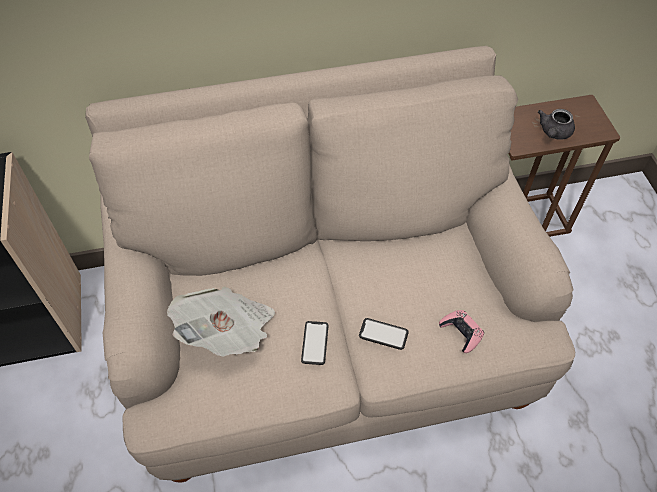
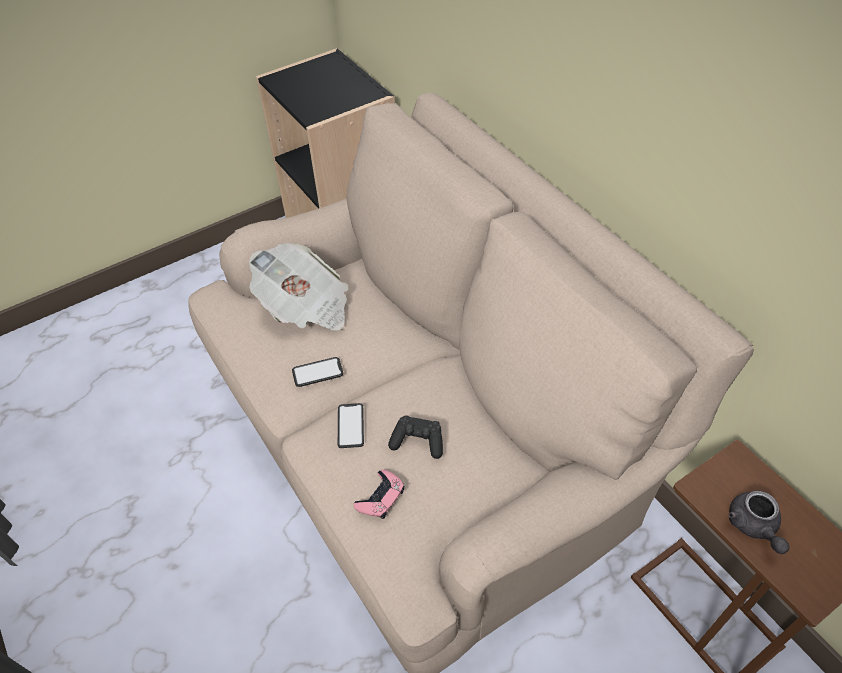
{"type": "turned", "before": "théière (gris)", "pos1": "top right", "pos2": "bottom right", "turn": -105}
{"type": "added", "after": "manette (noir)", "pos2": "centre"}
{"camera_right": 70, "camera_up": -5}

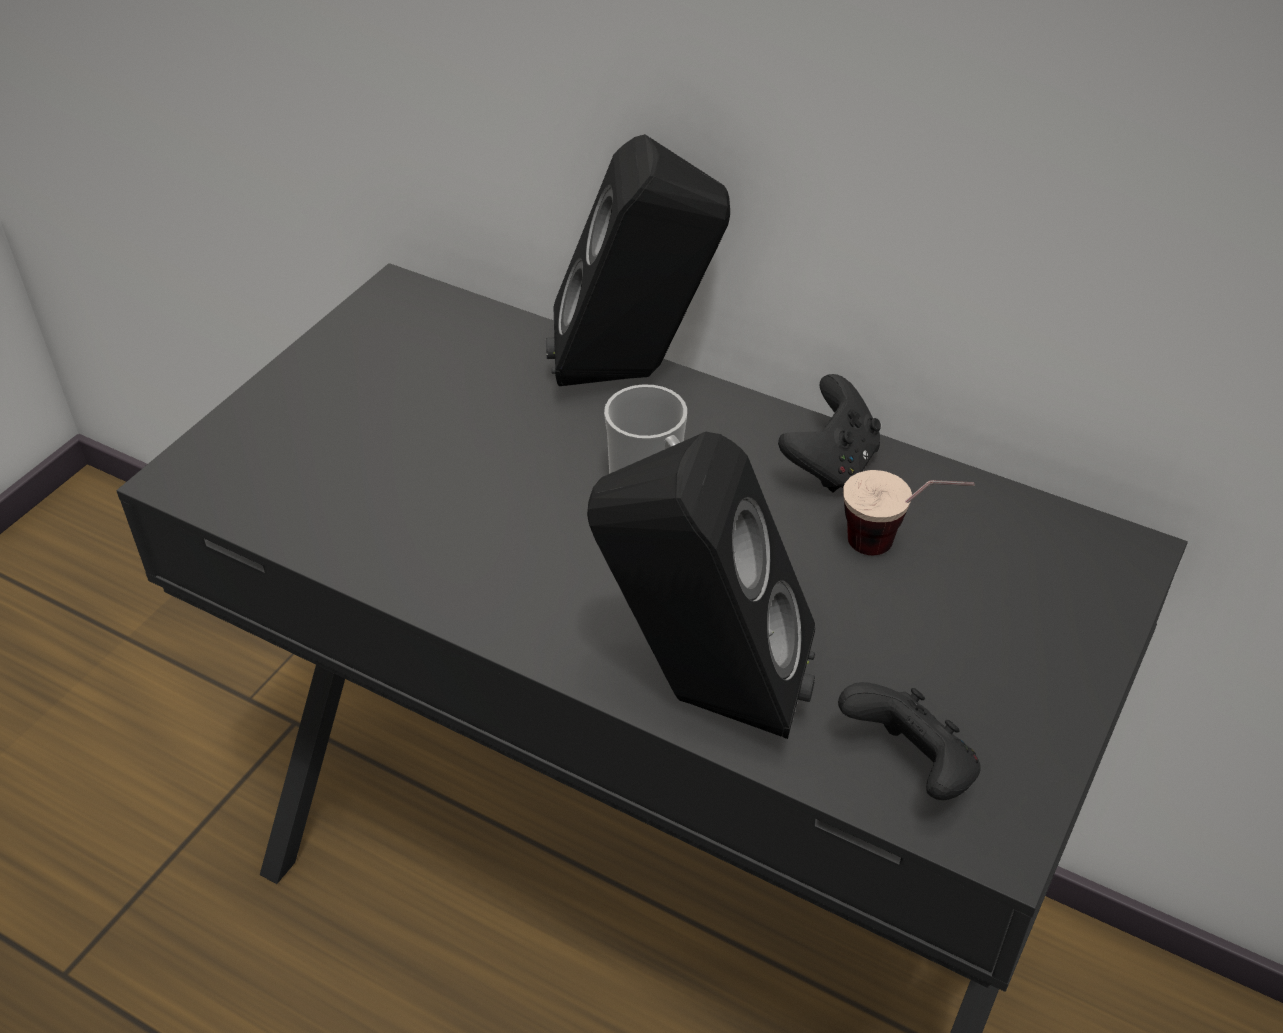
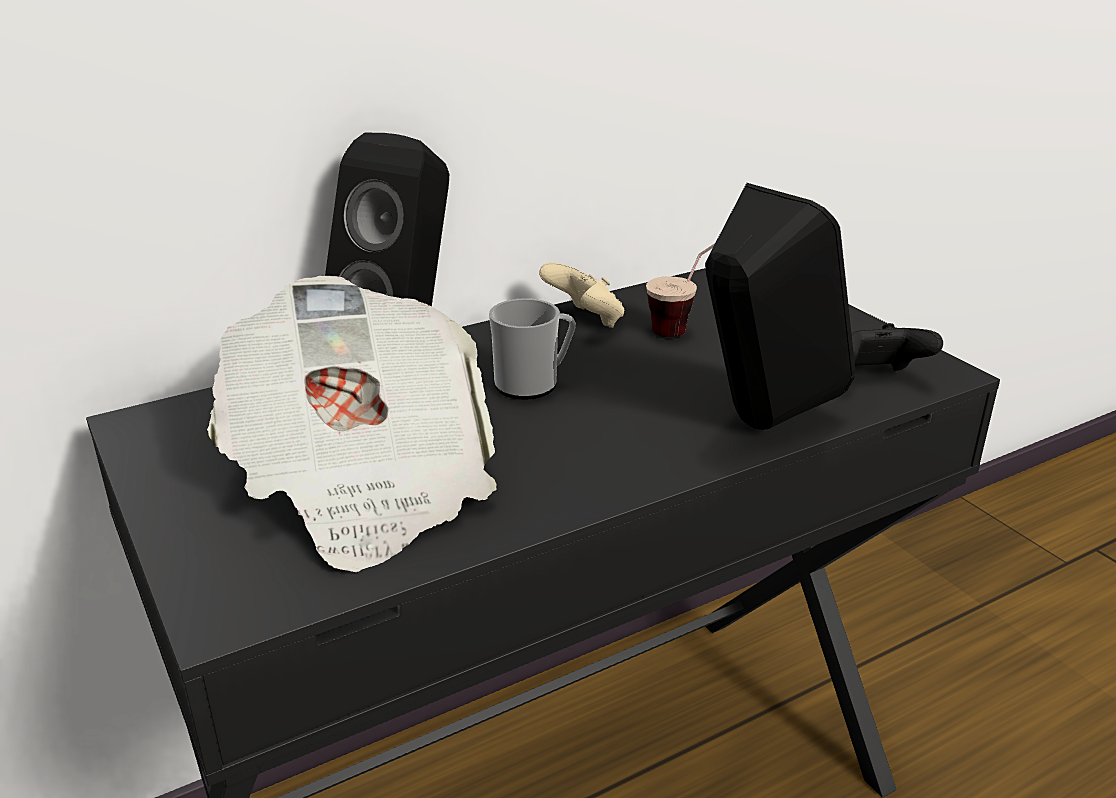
{"type": "recoloured", "before": "manette (noir) (1st from left)", "after": "manette (beige)", "pos1": "centre", "pos2": "centre"}
{"type": "added", "after": "journal", "pos2": "middle left"}
{"camera_right": -60, "camera_up": -15}

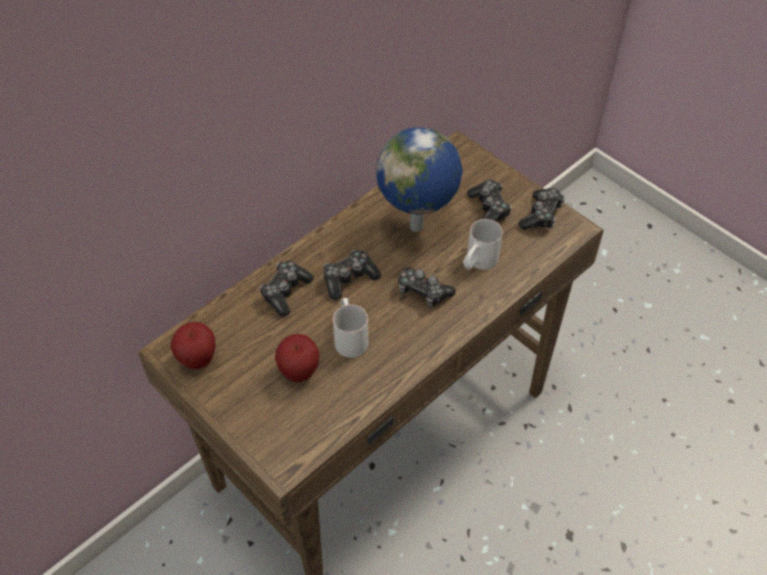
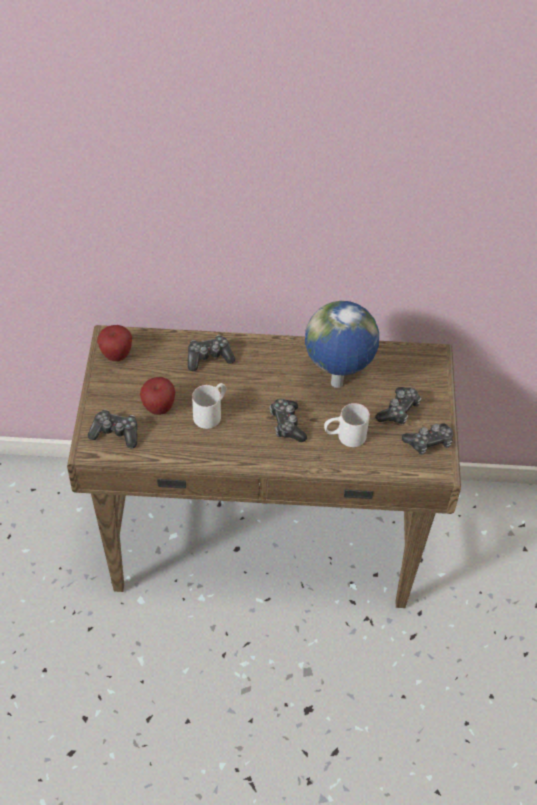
{"type": "moved", "before": "manette (2nd from left in the first image)", "after": "manette (1st from left)", "pos1": "centre", "pos2": "middle left"}
{"camera_right": 45, "camera_up": 0}

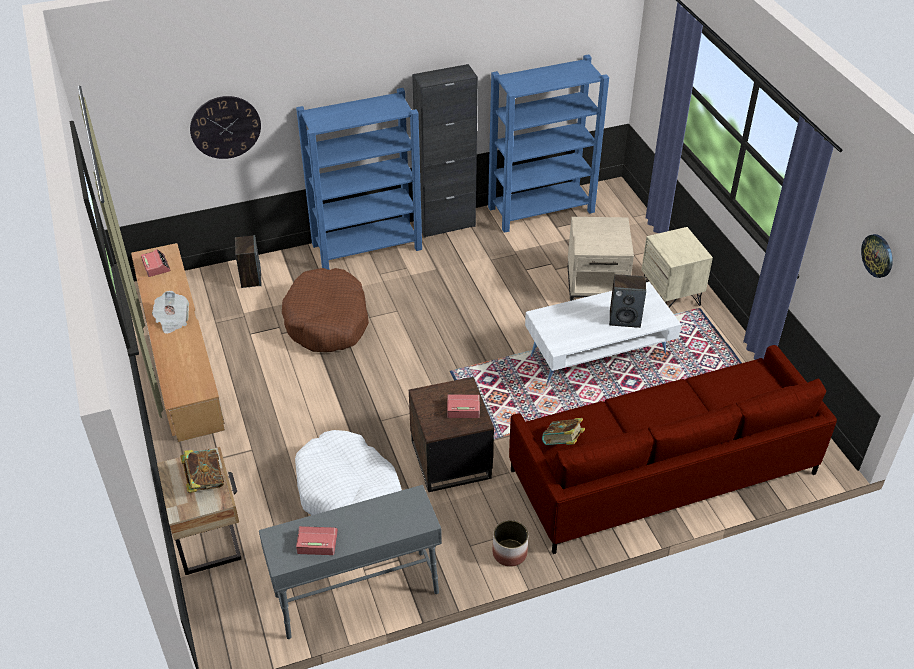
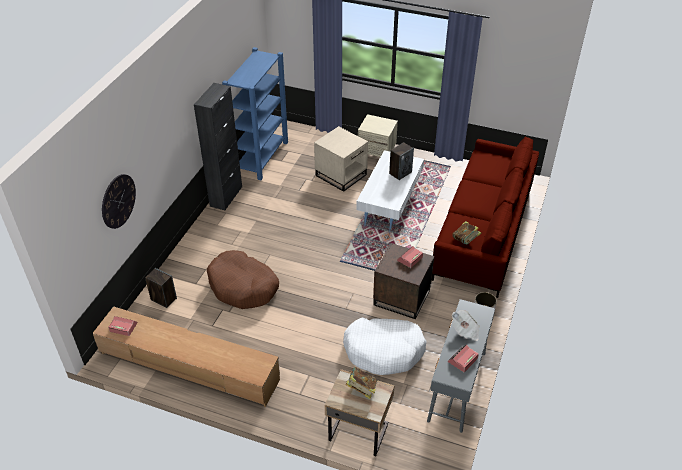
{"type": "removed", "before": "bibliothèque (bleu) (1st from left)", "pos1": "top centre"}
{"type": "removed", "before": "horloge murale (2nd from left)", "pos1": "middle right"}
{"type": "moved", "before": "journal", "pos1": "middle left", "pos2": "bottom right"}
{"camera_right": -50, "camera_up": 0}

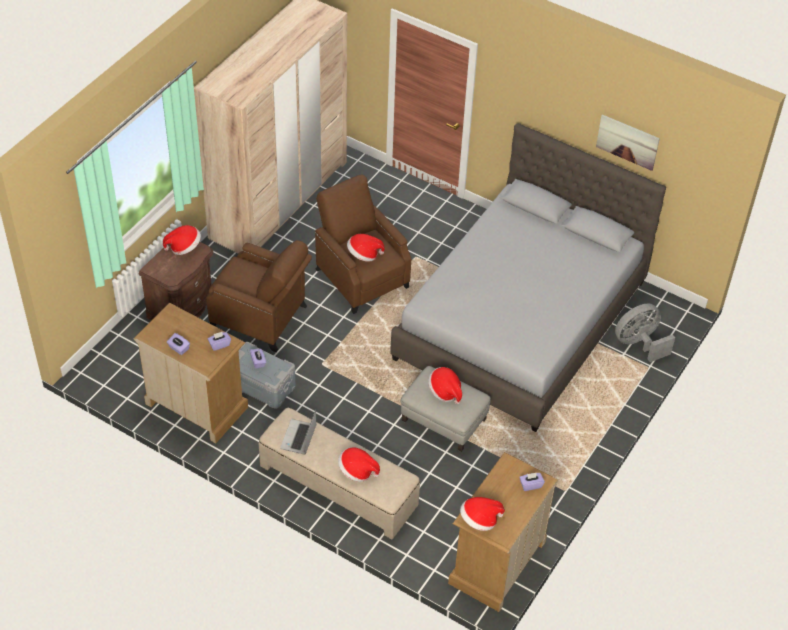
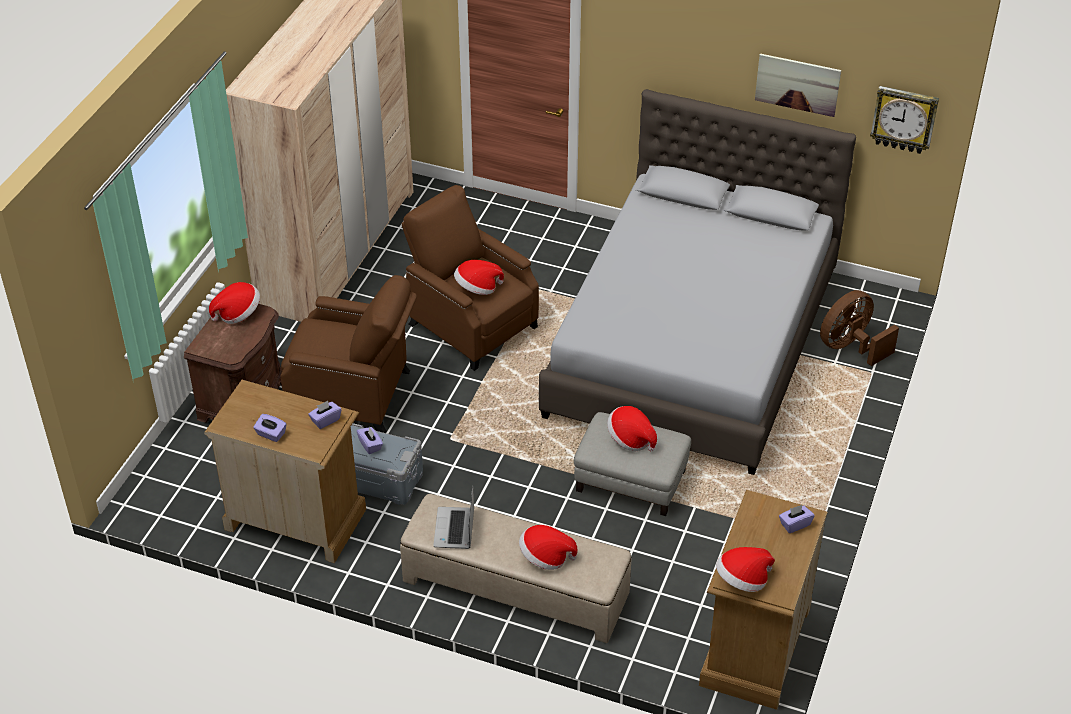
{"type": "recoloured", "before": "ventilateur (gris)", "after": "ventilateur (marron)", "pos1": "middle right", "pos2": "middle right"}
{"type": "added", "after": "horloge murale", "pos2": "top right"}
{"camera_right": -10, "camera_up": -5}

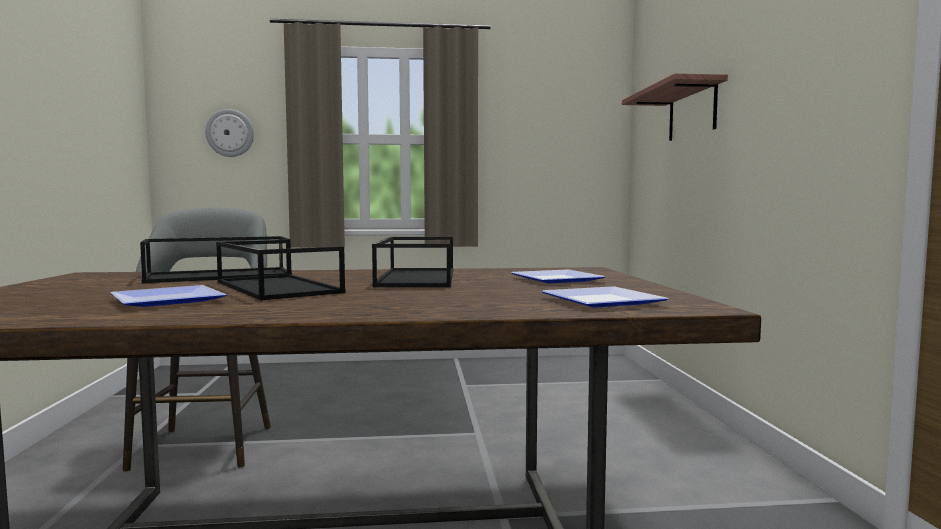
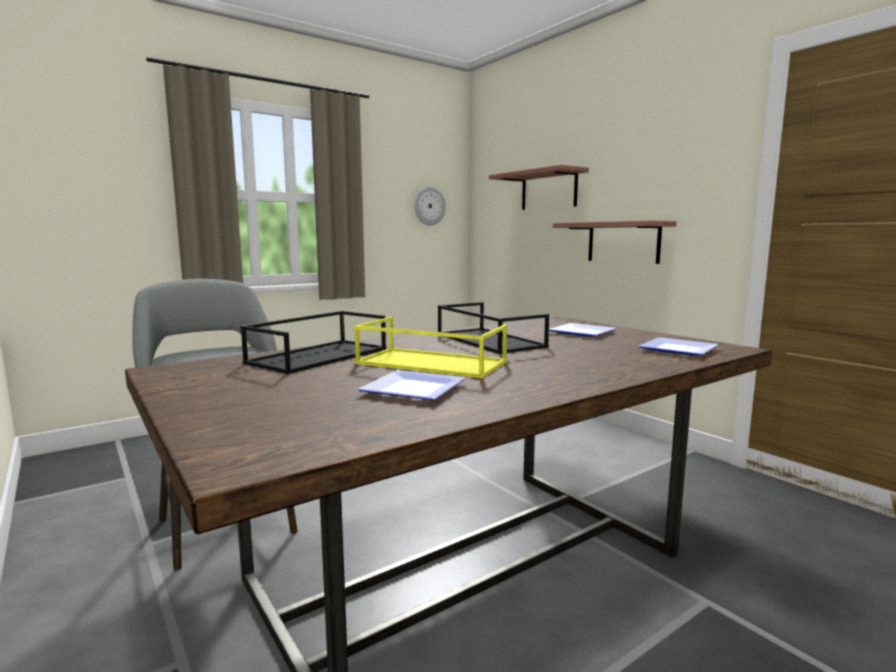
{"type": "moved", "before": "horloge murale", "pos1": "top left", "pos2": "top centre"}
{"type": "recoloured", "before": "plateau (noir) (2nd from left)", "after": "plateau (jaune)", "pos1": "middle left", "pos2": "centre"}
{"type": "added", "after": "étagère (2nd from left)", "pos2": "middle right"}
{"camera_right": -30, "camera_up": 5}

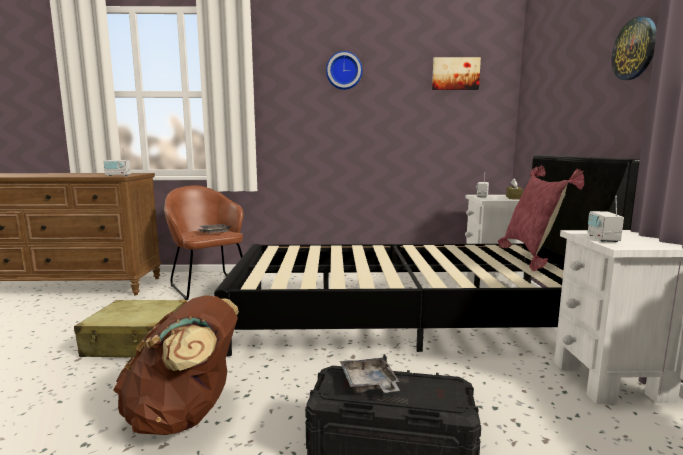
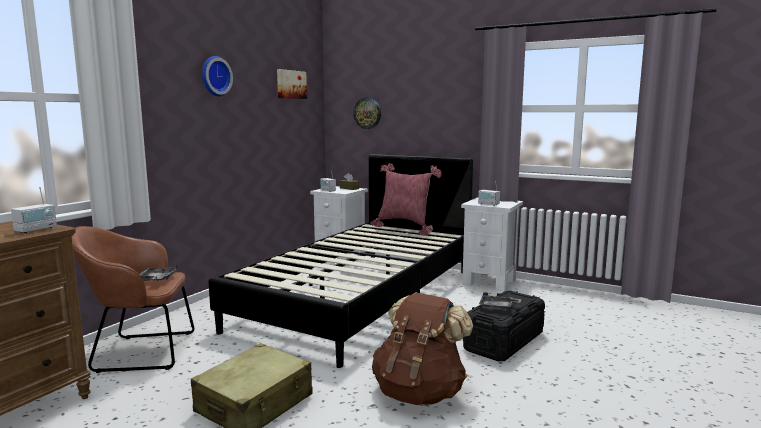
{"type": "moved", "before": "horloge murale (2nd from left)", "pos1": "top right", "pos2": "top centre"}
{"camera_right": -60, "camera_up": 0}

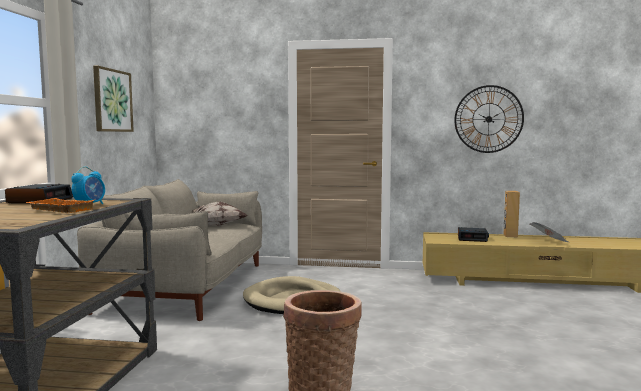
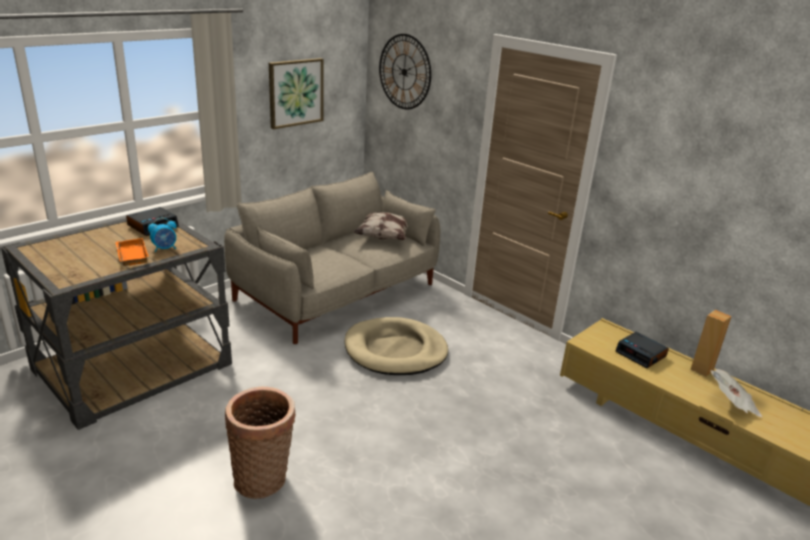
{"type": "moved", "before": "horloge murale", "pos1": "top right", "pos2": "top centre"}
{"camera_right": 35, "camera_up": 20}

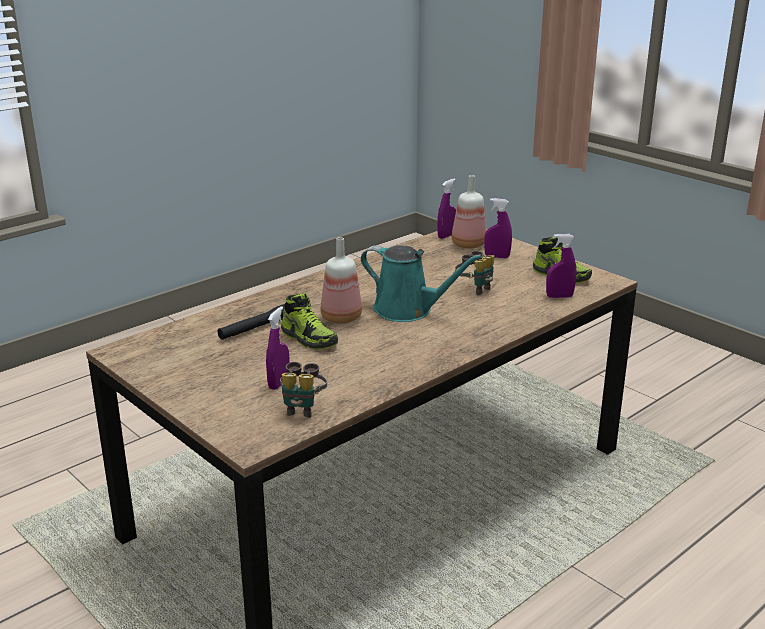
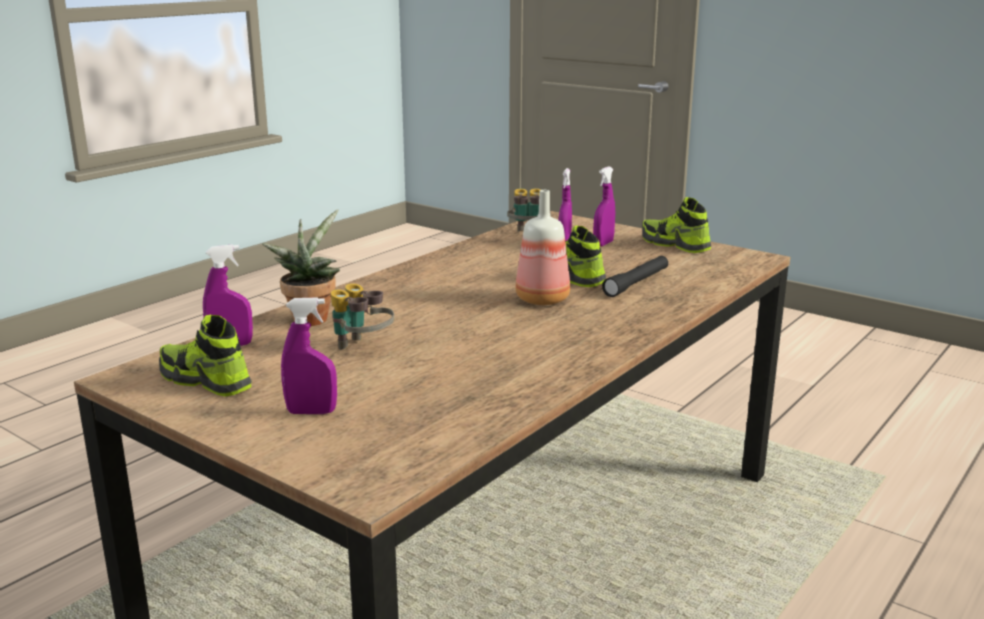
{"type": "removed", "before": "bouteille (2nd from left)", "pos1": "centre"}
{"type": "moved", "before": "vaporisateur (violet) (2nd from left in the first image)", "after": "vaporisateur (violet) (4th from left)", "pos1": "top centre", "pos2": "centre"}
{"type": "removed", "before": "arrosoir (turquoise)", "pos1": "centre"}
{"type": "added", "after": "chaussure (3rd from left)", "pos2": "middle right"}
{"type": "added", "after": "plante en pot", "pos2": "middle left"}
{"camera_right": 170, "camera_up": -5}

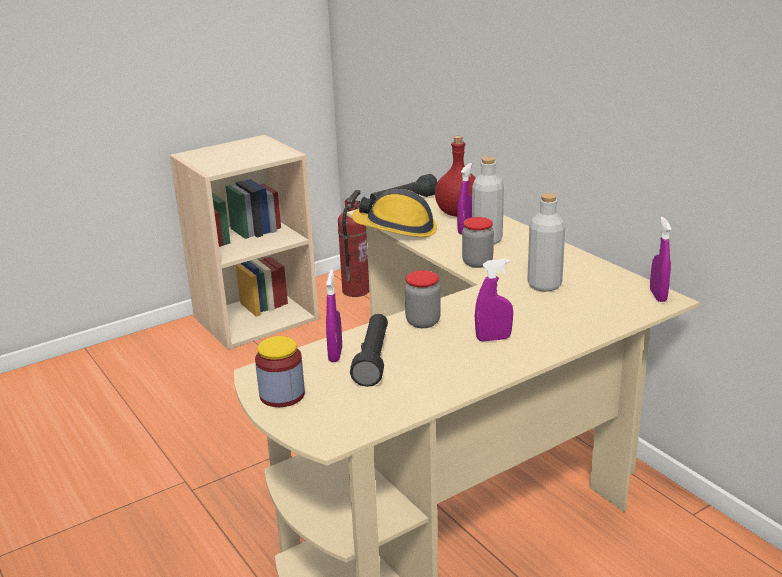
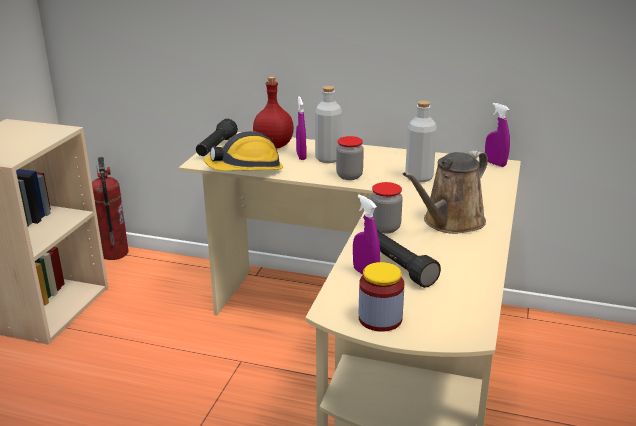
{"type": "replaced", "before": "vaporisateur (violet) (3rd from left)", "after": "arrosoir (marron)", "pos1": "centre", "pos2": "middle right"}
{"camera_right": -40, "camera_up": 0}

